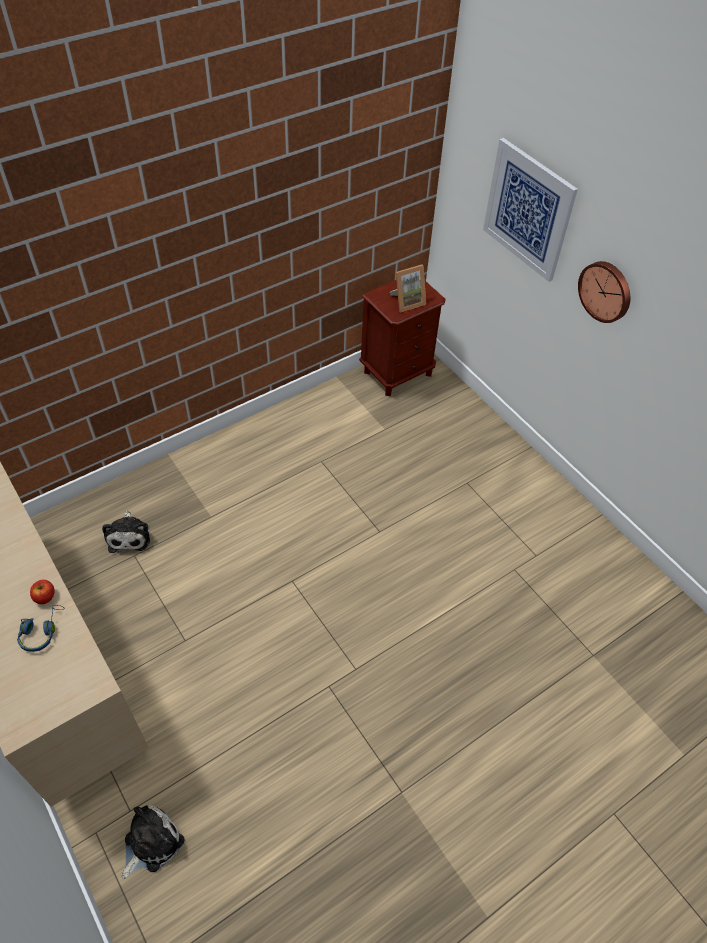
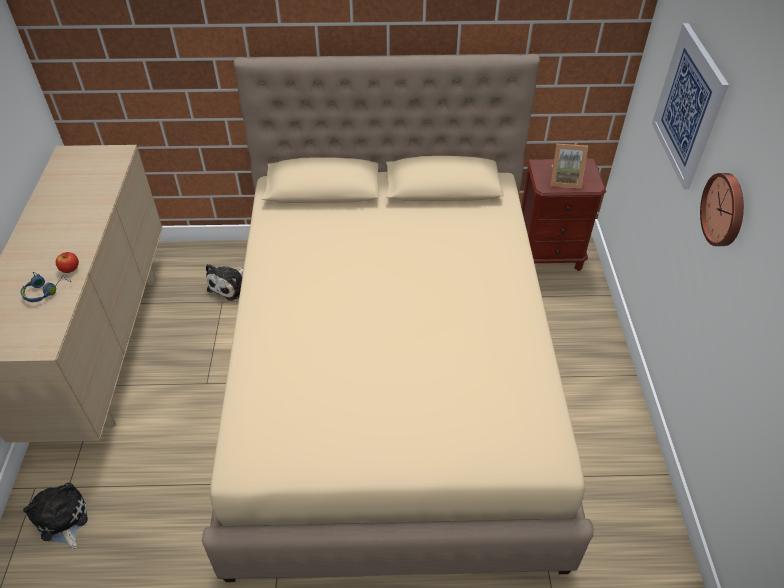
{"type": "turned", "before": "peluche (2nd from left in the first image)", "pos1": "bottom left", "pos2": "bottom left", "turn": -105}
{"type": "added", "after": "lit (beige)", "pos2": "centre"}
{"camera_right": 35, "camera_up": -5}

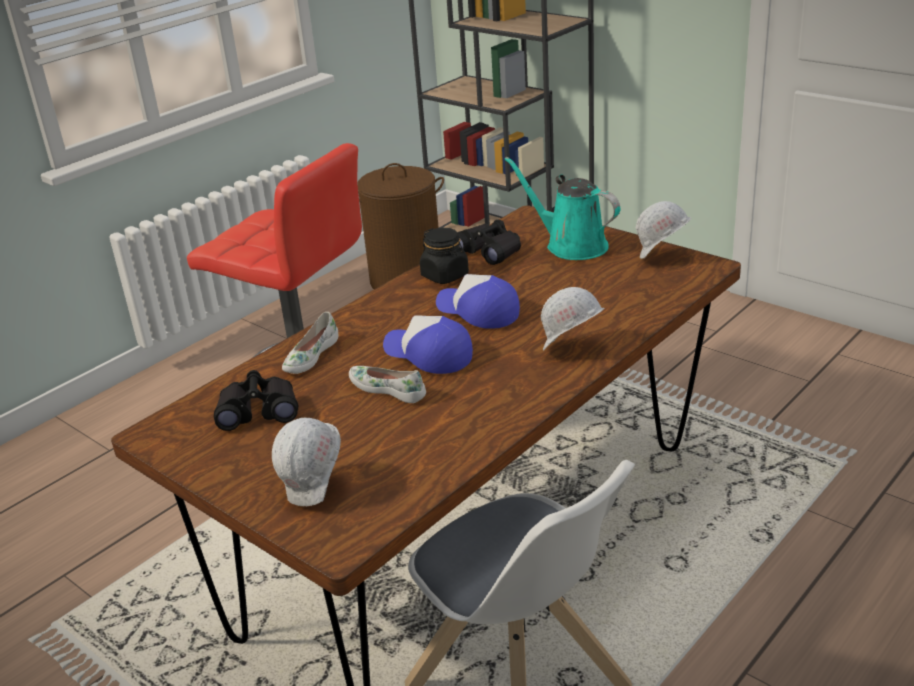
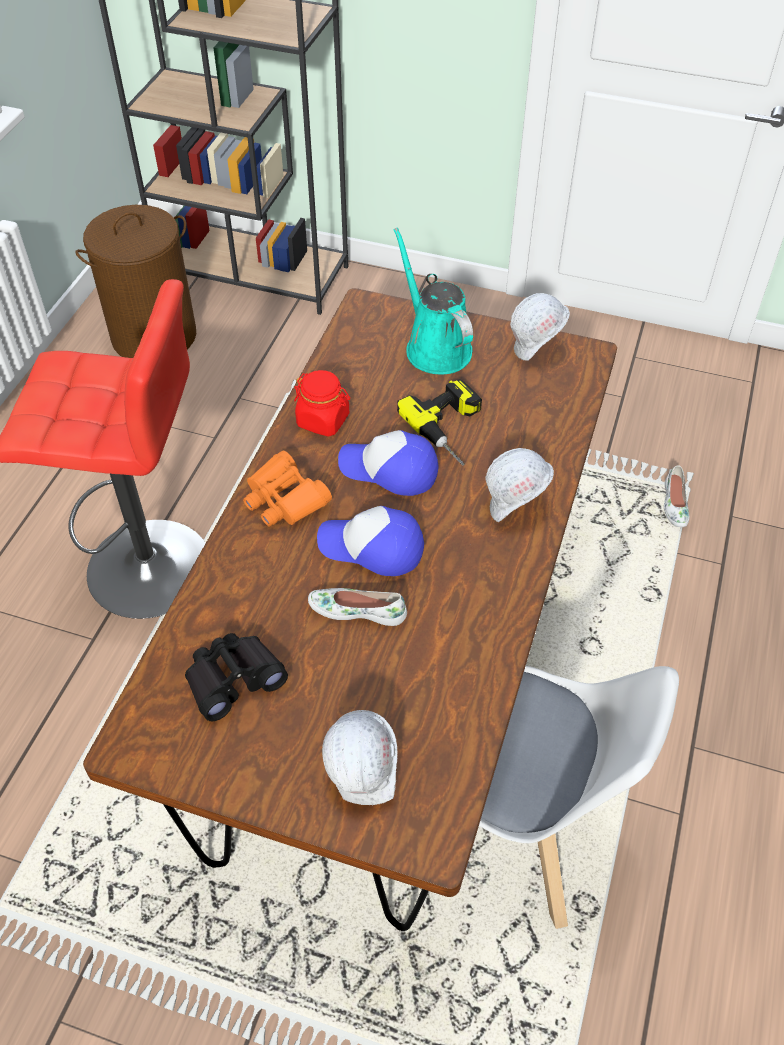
{"type": "turned", "before": "arrosoir (turquoise)", "pos1": "top centre", "pos2": "top centre", "turn": 45}
{"type": "removed", "before": "jumelles (noir) (2nd from left)", "pos1": "centre"}
{"type": "recoloured", "before": "bocal (noir)", "after": "bocal (rouge)", "pos1": "centre", "pos2": "centre"}
{"type": "moved", "before": "chaussure (blanc) (1st from left in the first image)", "after": "chaussure (blanc) (2nd from left)", "pos1": "centre", "pos2": "middle right"}
{"type": "added", "after": "perceuse", "pos2": "centre"}
{"type": "added", "after": "jumelles (orange)", "pos2": "centre"}
{"camera_right": -25, "camera_up": 20}

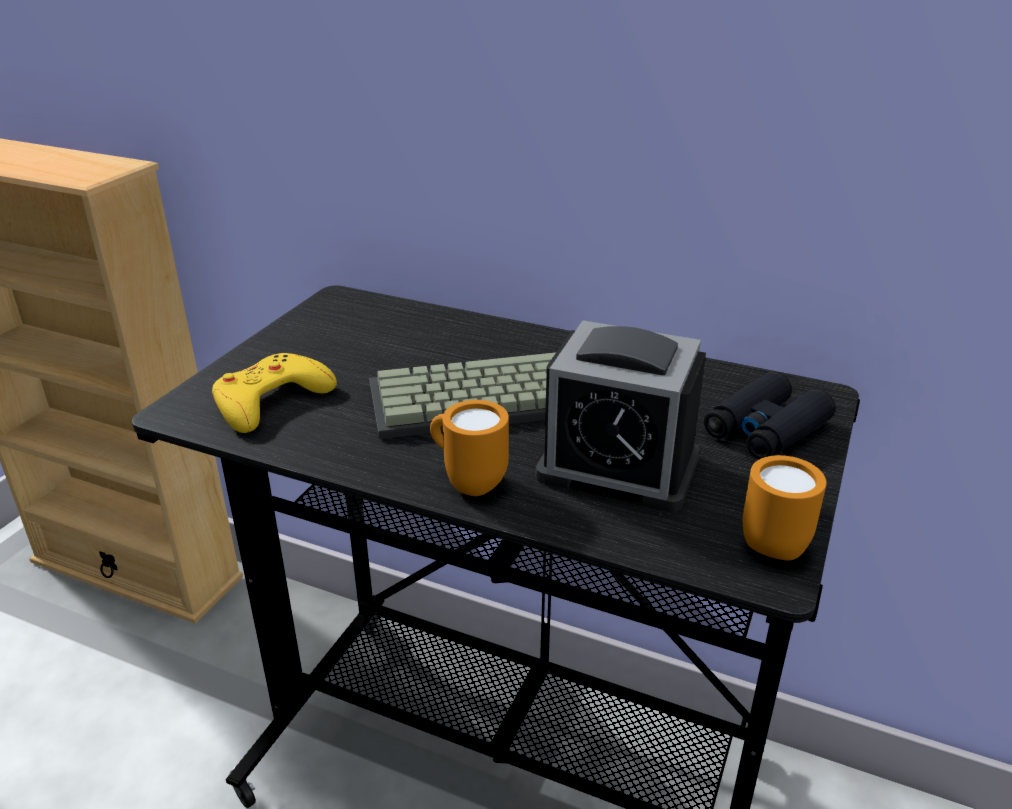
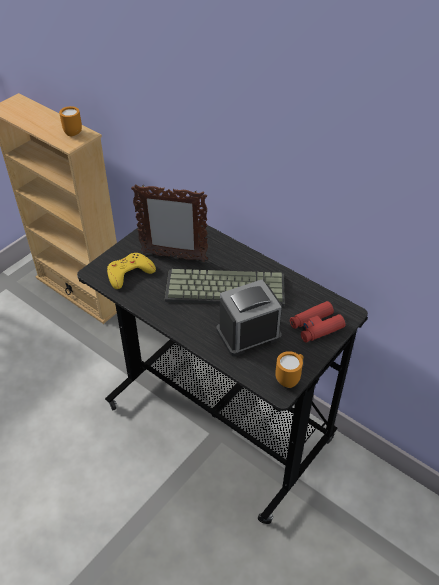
{"type": "turned", "before": "réveil", "pos1": "centre", "pos2": "centre", "turn": 120}
{"type": "recoloured", "before": "jumelles (noir)", "after": "jumelles (rouge)", "pos1": "middle right", "pos2": "middle right"}
{"type": "moved", "before": "mug (orange) (1st from left)", "pos1": "centre", "pos2": "top left"}
{"type": "added", "after": "cadre photo", "pos2": "centre"}
{"camera_right": 15, "camera_up": 15}

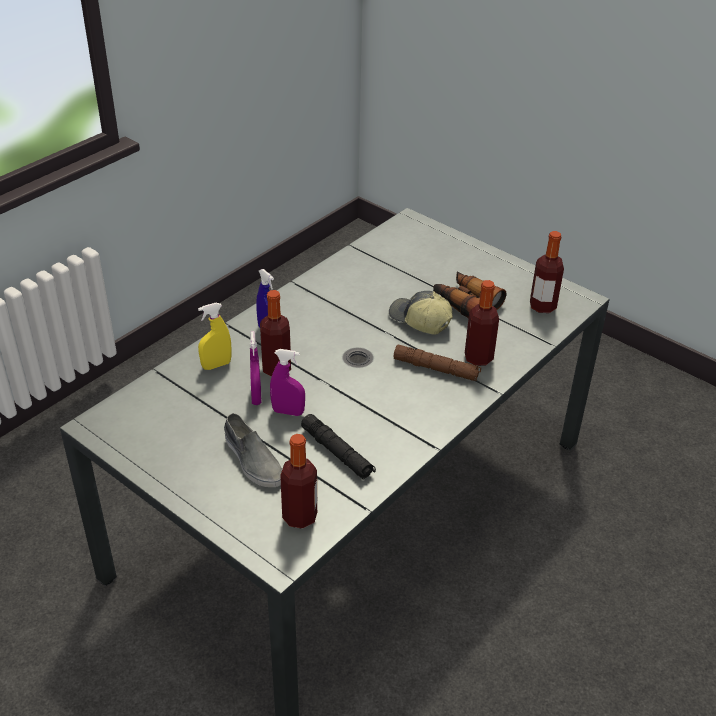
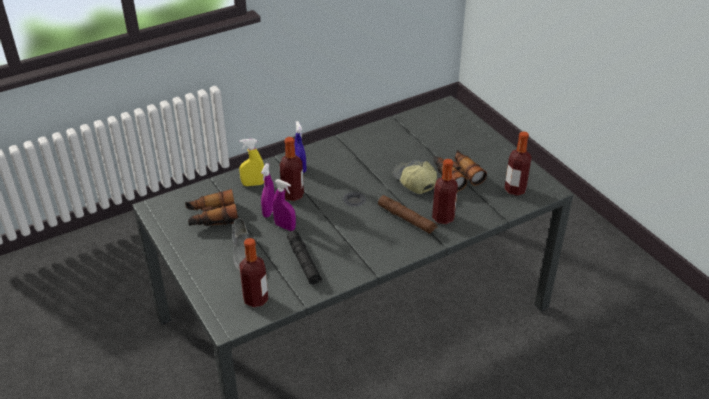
{"type": "added", "after": "jumelles (1st from left)", "pos2": "middle left"}
{"camera_right": 20, "camera_up": 0}

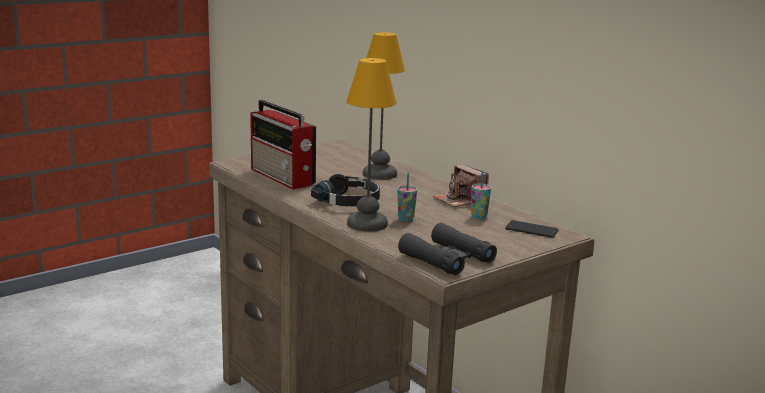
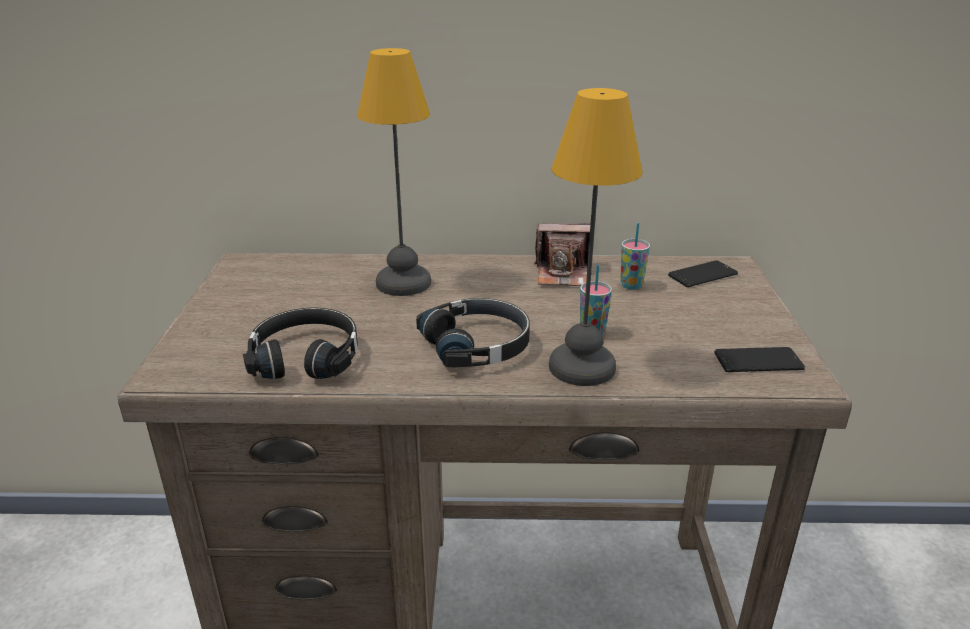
{"type": "replaced", "before": "radio", "after": "casque audio (noir) (1st from left)", "pos1": "centre", "pos2": "middle left"}
{"type": "replaced", "before": "jumelles (noir)", "after": "téléphone (2nd from left)", "pos1": "centre", "pos2": "middle right"}
{"camera_right": -50, "camera_up": 10}

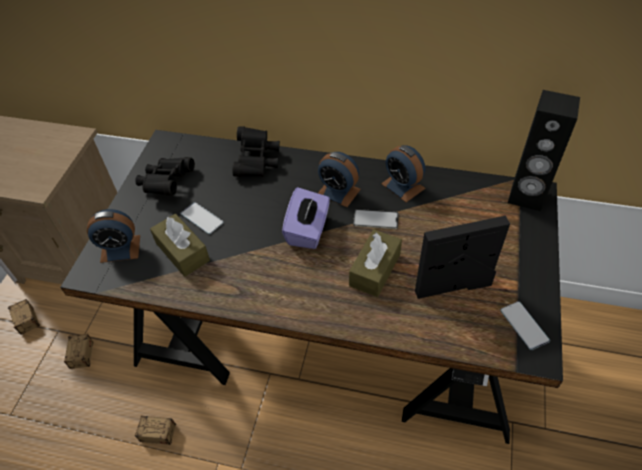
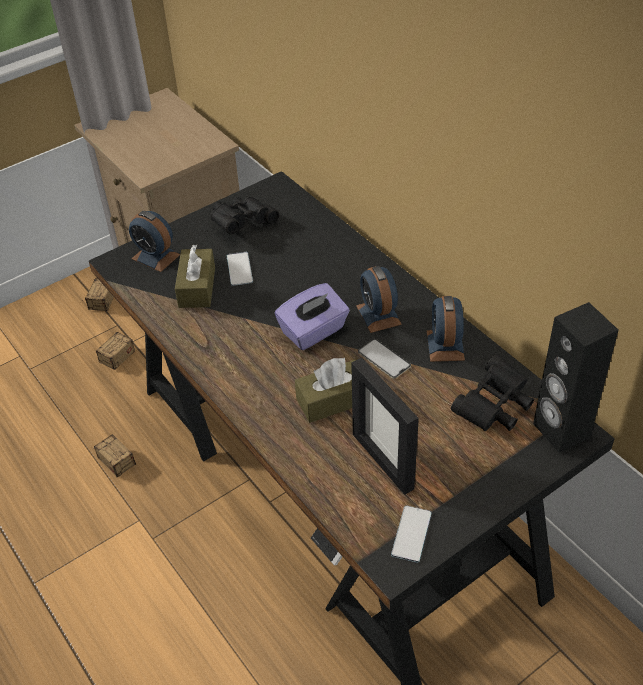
{"type": "moved", "before": "jumelles (noir) (2nd from left)", "pos1": "top centre", "pos2": "middle right"}
{"type": "turned", "before": "cadre photo", "pos1": "middle right", "pos2": "centre", "turn": -150}
{"camera_right": 40, "camera_up": -5}

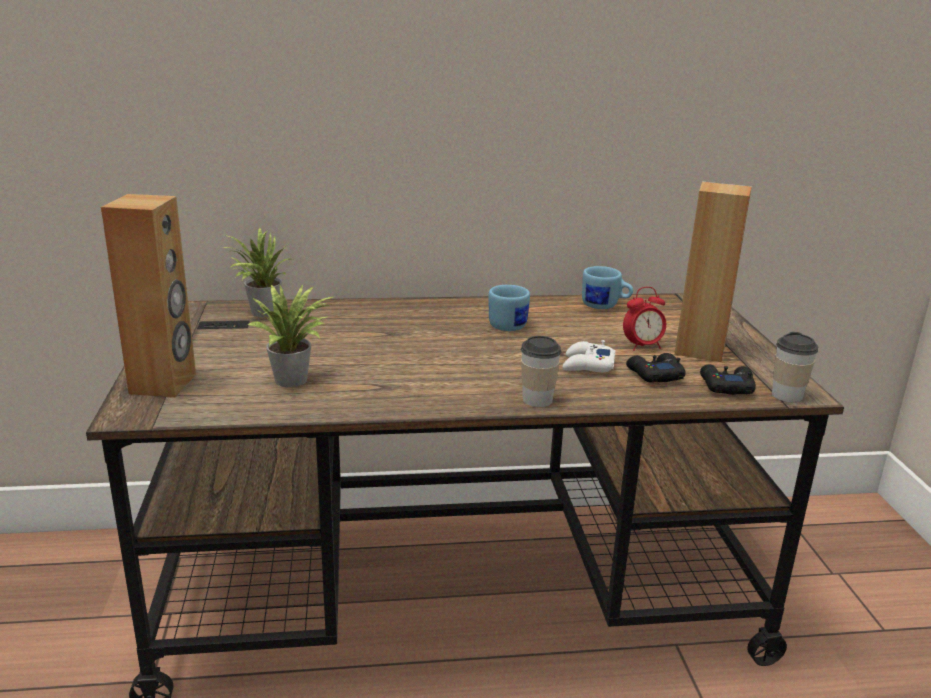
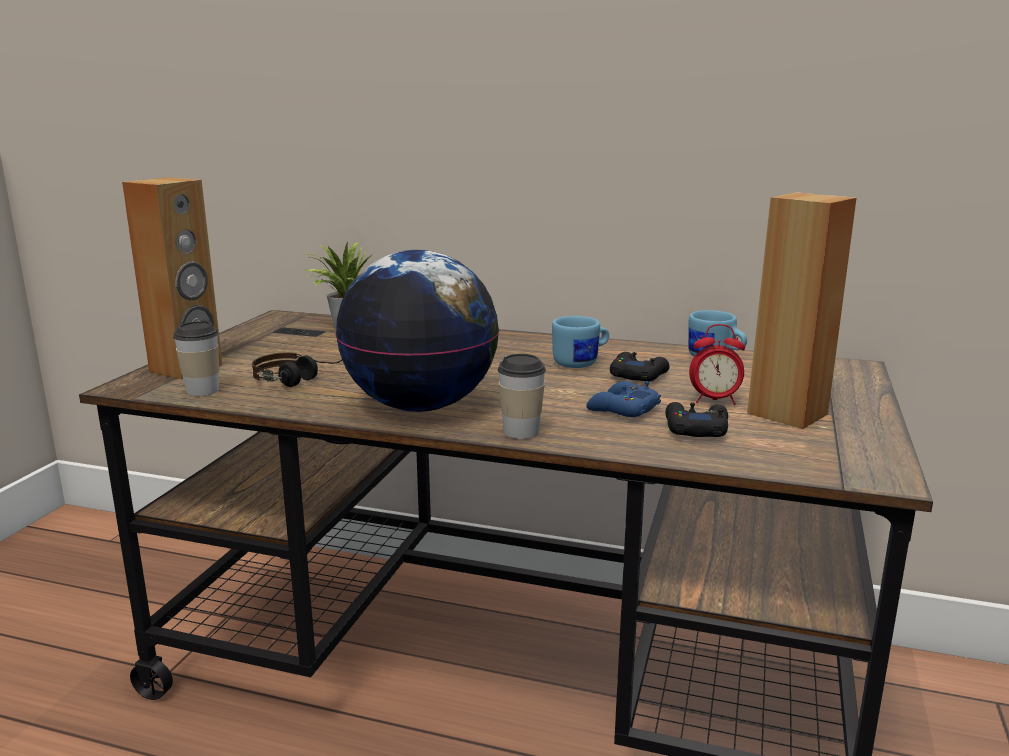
{"type": "replaced", "before": "plante en pot (2nd from left)", "after": "casque audio", "pos1": "middle left", "pos2": "middle left"}
{"type": "moved", "before": "tasse (2nd from left in the first image)", "after": "tasse (1st from left)", "pos1": "middle right", "pos2": "middle left"}
{"type": "recoloured", "before": "manette (blanc)", "after": "manette (bleu)", "pos1": "centre", "pos2": "centre"}
{"type": "moved", "before": "manette (noir) (2nd from left in the first image)", "after": "manette (noir) (1st from left)", "pos1": "middle right", "pos2": "centre"}
{"type": "added", "after": "globe", "pos2": "centre"}
{"camera_right": 25, "camera_up": -5}

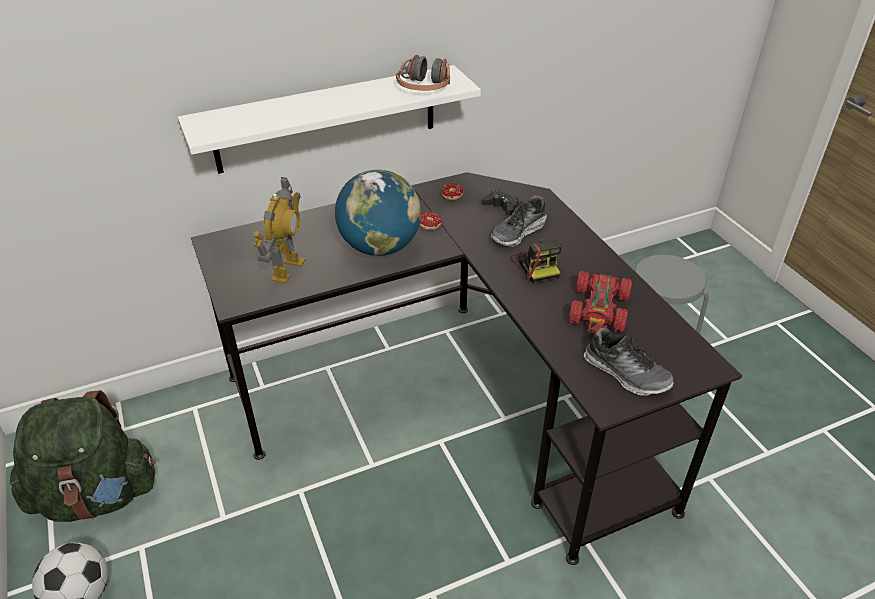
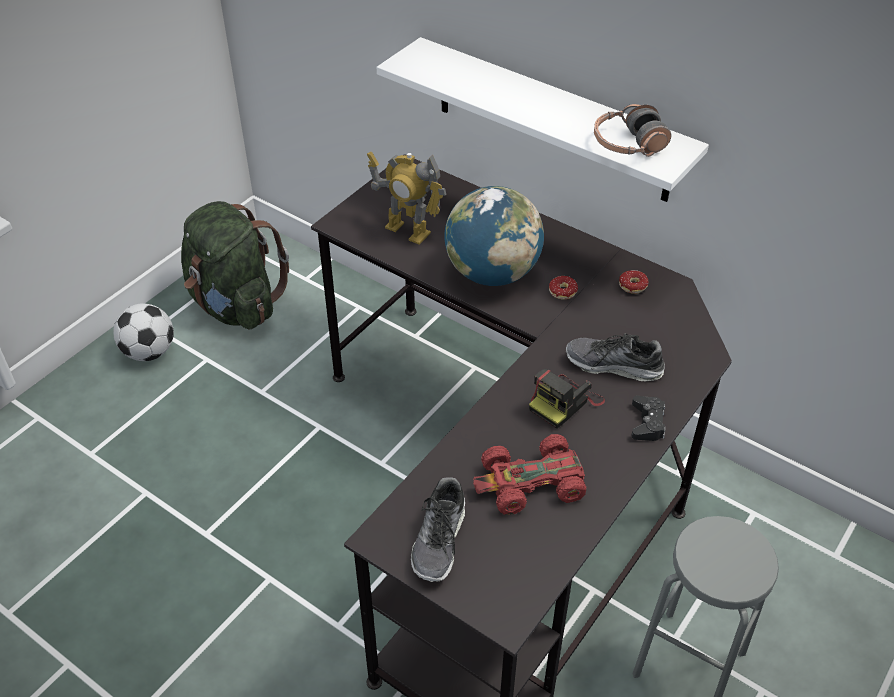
{"type": "turned", "before": "robot jouet", "pos1": "middle left", "pos2": "top centre", "turn": 45}
{"type": "moved", "before": "manette (noir)", "pos1": "centre", "pos2": "middle right"}
{"camera_right": 60, "camera_up": 5}

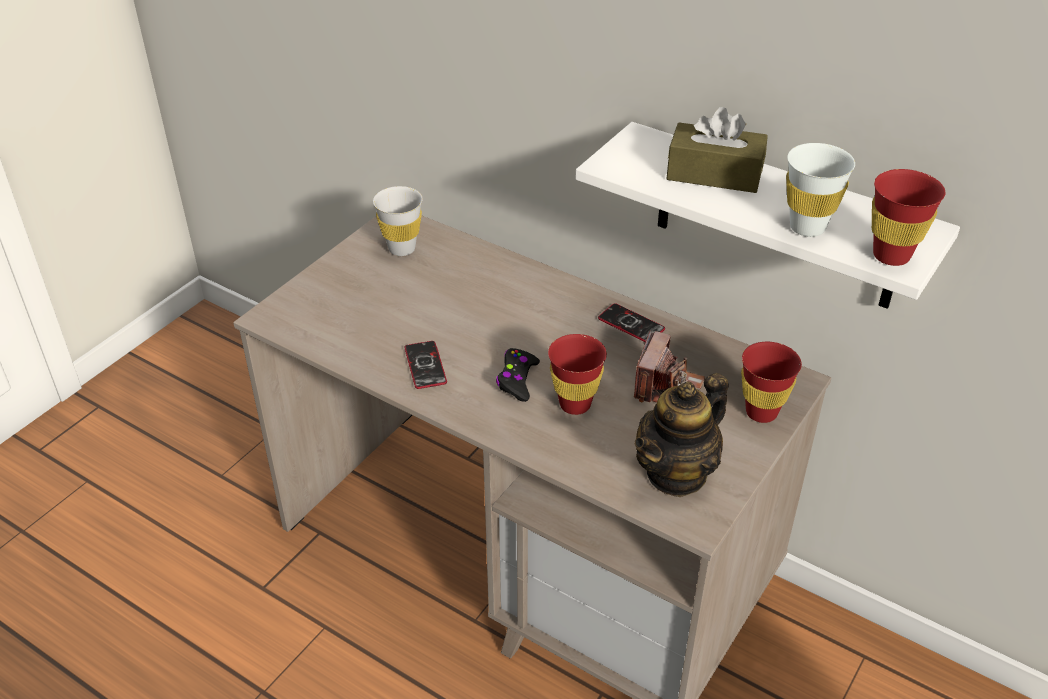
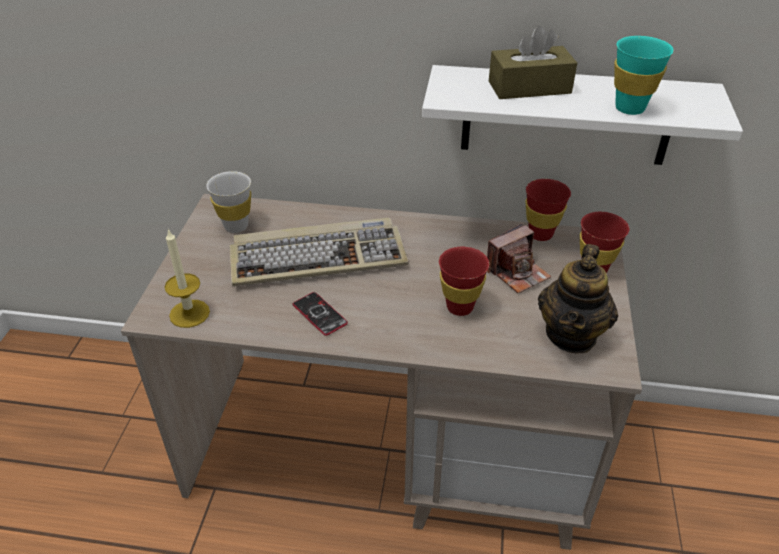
{"type": "recoloured", "before": "tasse (blanc) (2nd from left)", "after": "tasse (turquoise)", "pos1": "top right", "pos2": "top right"}
{"type": "moved", "before": "tasse (rouge) (3rd from left in the first image)", "after": "tasse (rouge) (2nd from left)", "pos1": "top right", "pos2": "middle right"}
{"type": "removed", "before": "téléphone (2nd from left)", "pos1": "centre"}
{"type": "turned", "before": "appareil photo", "pos1": "centre", "pos2": "centre", "turn": 60}
{"type": "removed", "before": "manette (noir)", "pos1": "centre"}
{"type": "added", "after": "clavier", "pos2": "centre"}
{"type": "added", "after": "bougie", "pos2": "middle left"}
{"camera_right": -25, "camera_up": 0}

